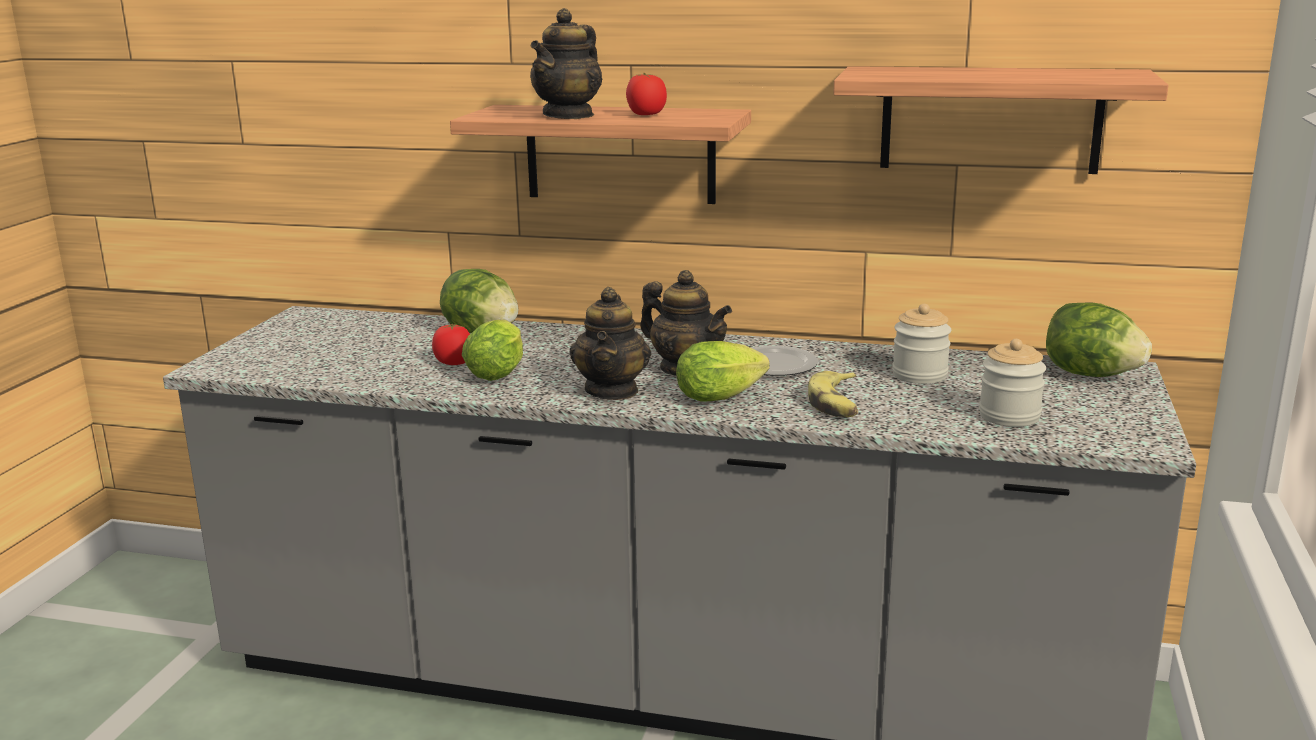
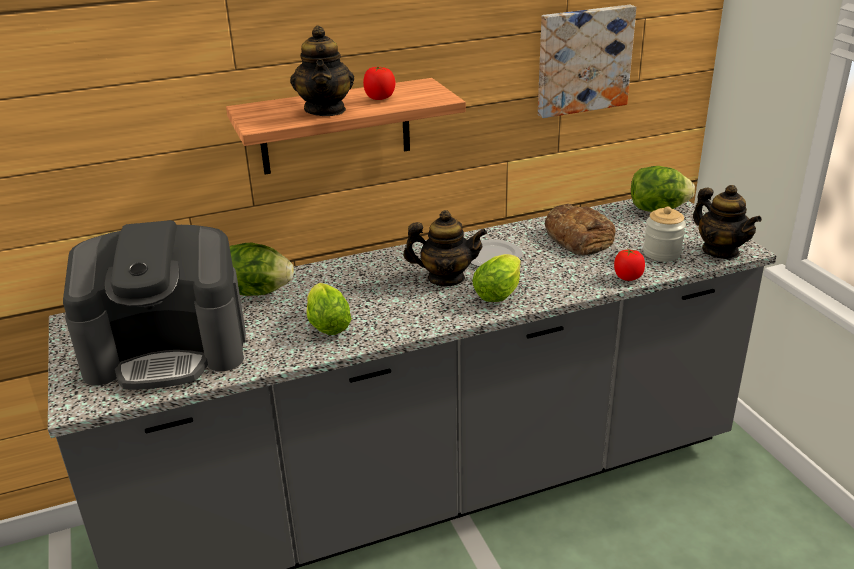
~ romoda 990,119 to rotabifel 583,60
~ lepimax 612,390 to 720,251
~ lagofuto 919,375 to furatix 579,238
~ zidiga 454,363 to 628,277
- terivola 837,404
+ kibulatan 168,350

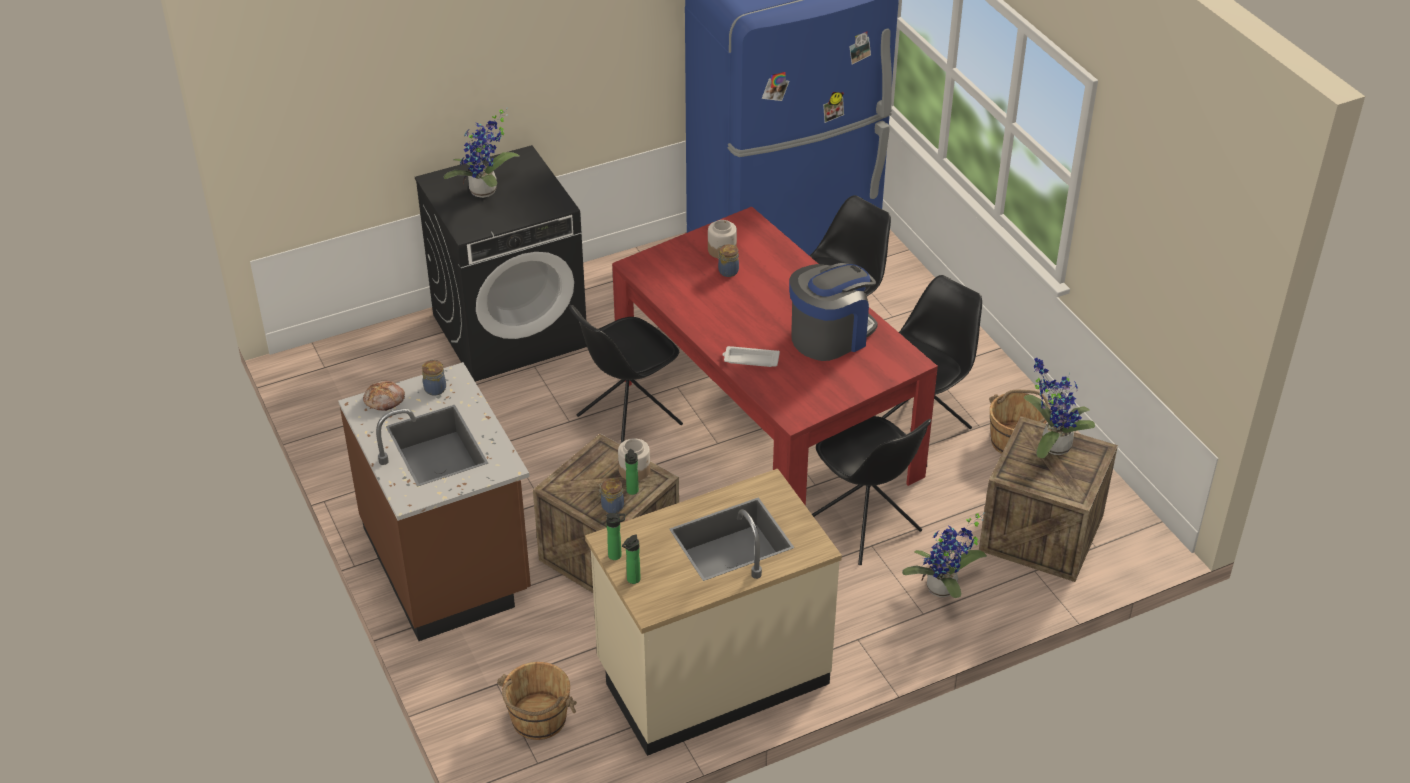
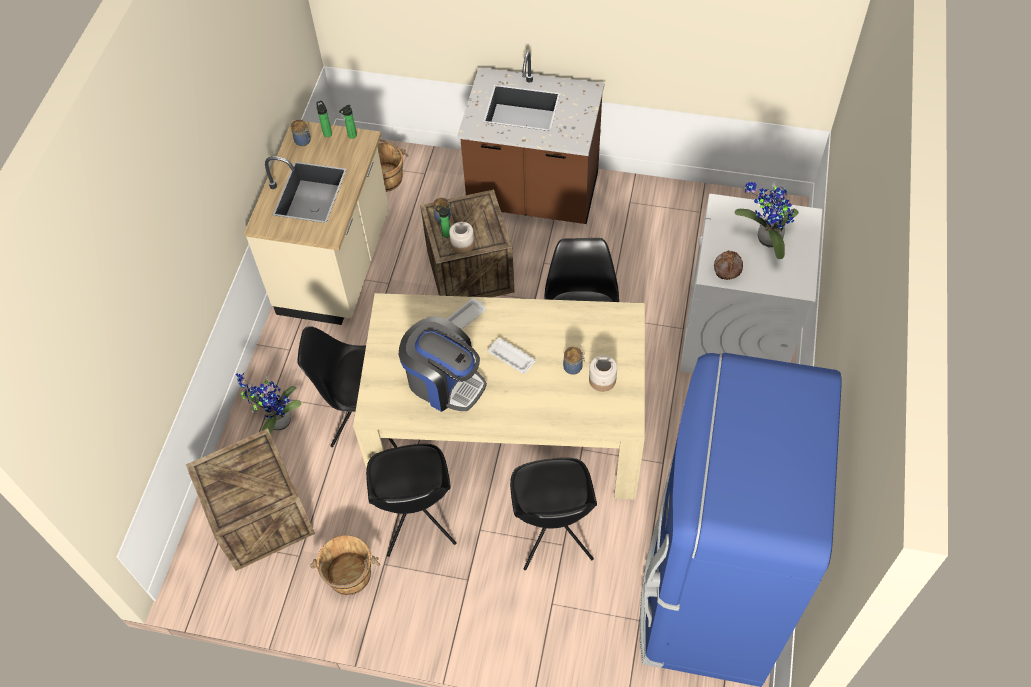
~ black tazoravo 510,330 to white tazoravo 736,336
~ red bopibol 765,423 to beige bopibol 508,427
~ kibulatan 830,335 = 444,382 60 degrees counterclockwise
- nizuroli 1052,445
~ lagofuto 435,388 to 303,141
~ furatix 385,400 to 727,268
+ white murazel 510,357

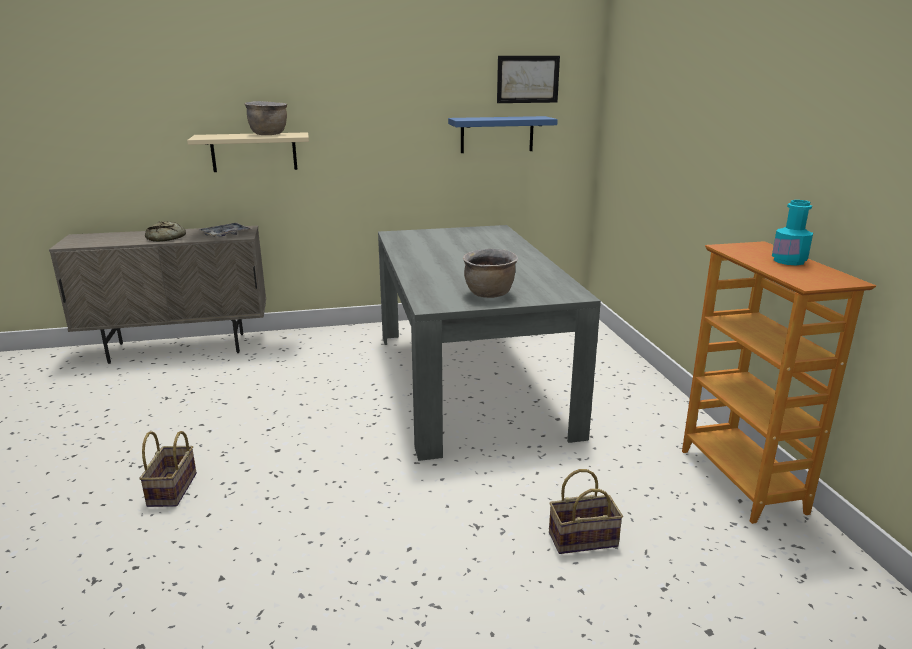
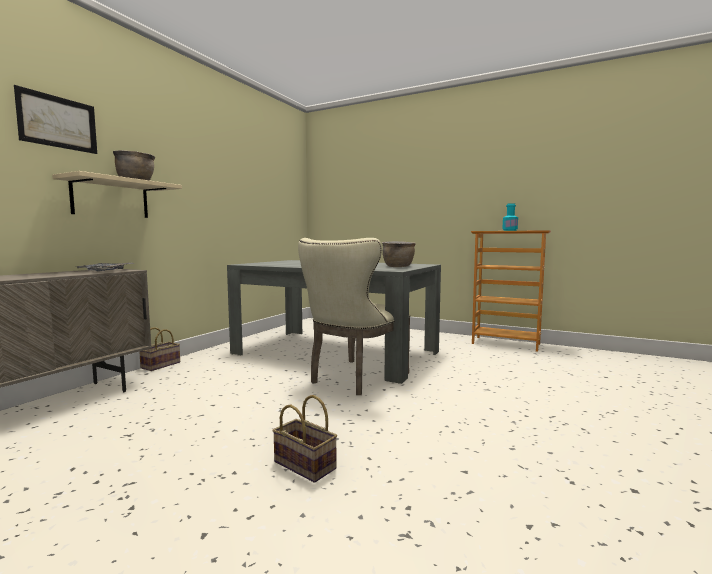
~ rotabifel 528,79 to 58,122
- blue romoda 497,134
- furatix 167,238
~ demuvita 584,538 to 161,365
+ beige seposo 354,379

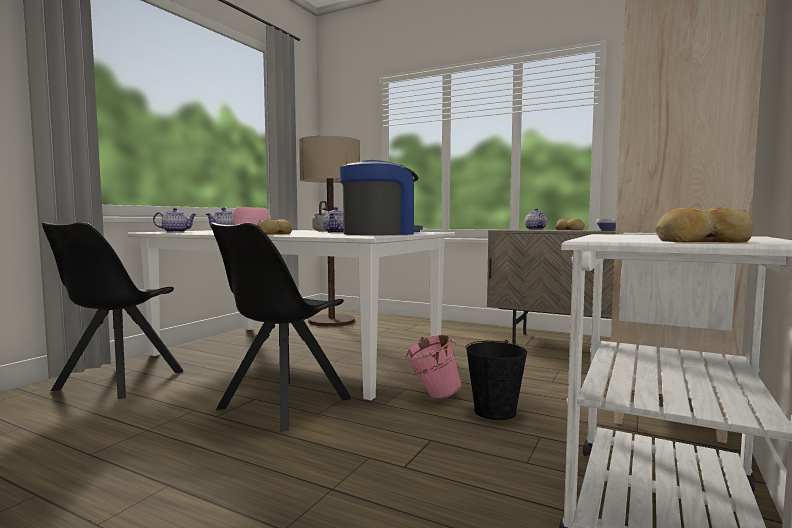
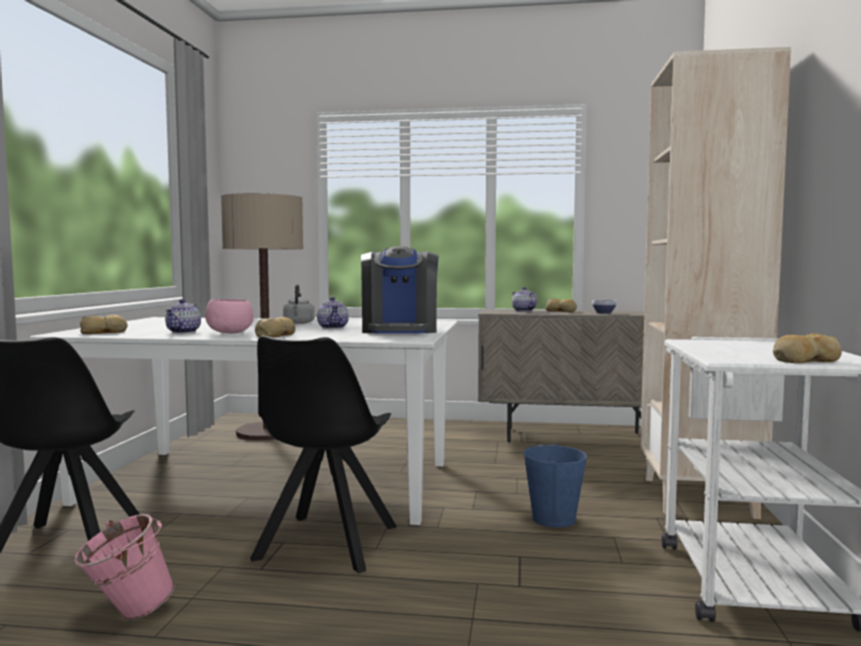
~ kibulatan 380,234 = 400,330 150 degrees clockwise
~ lepimax 176,232 to furatix 104,332
~ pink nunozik 432,396 to 126,614
~ black nunozik 495,411 to blue nunozik 554,518

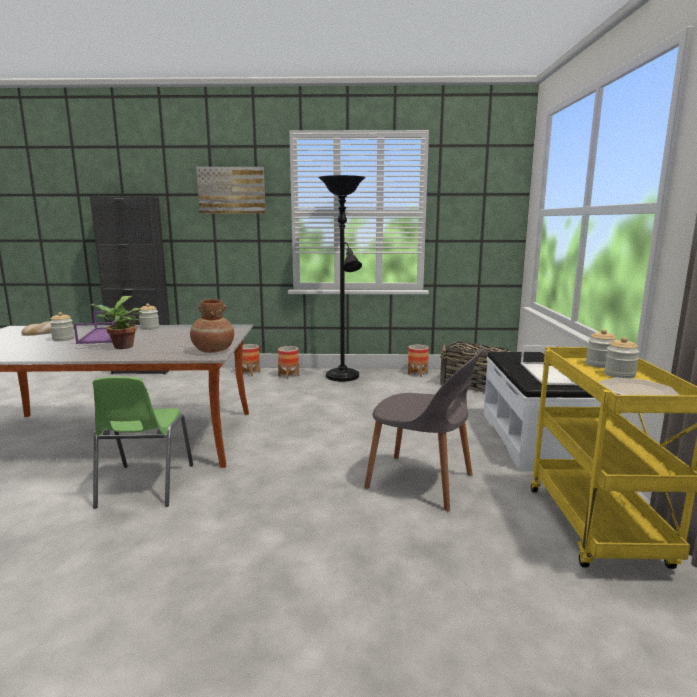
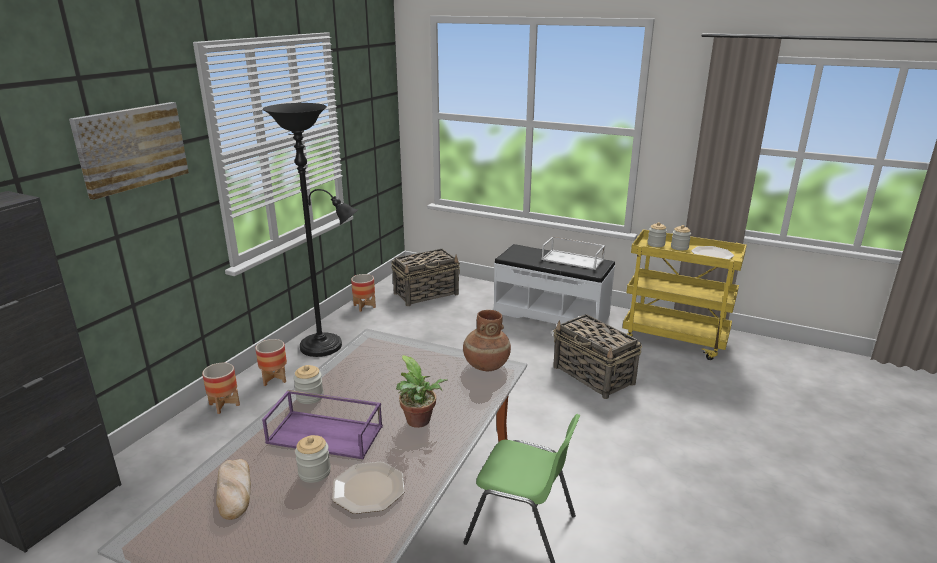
~ grey seposo 423,482 to demuvita 594,376
+ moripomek 369,488

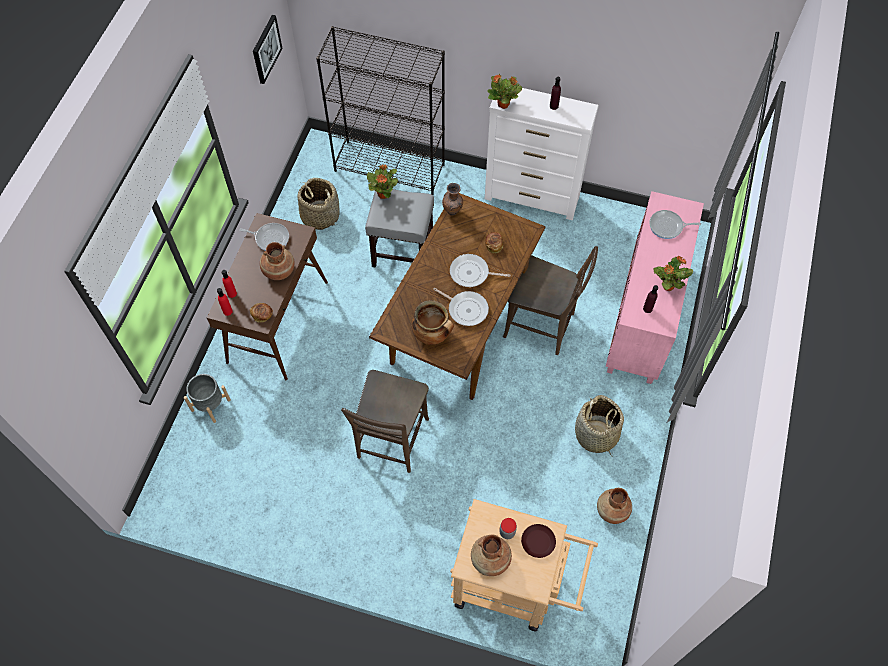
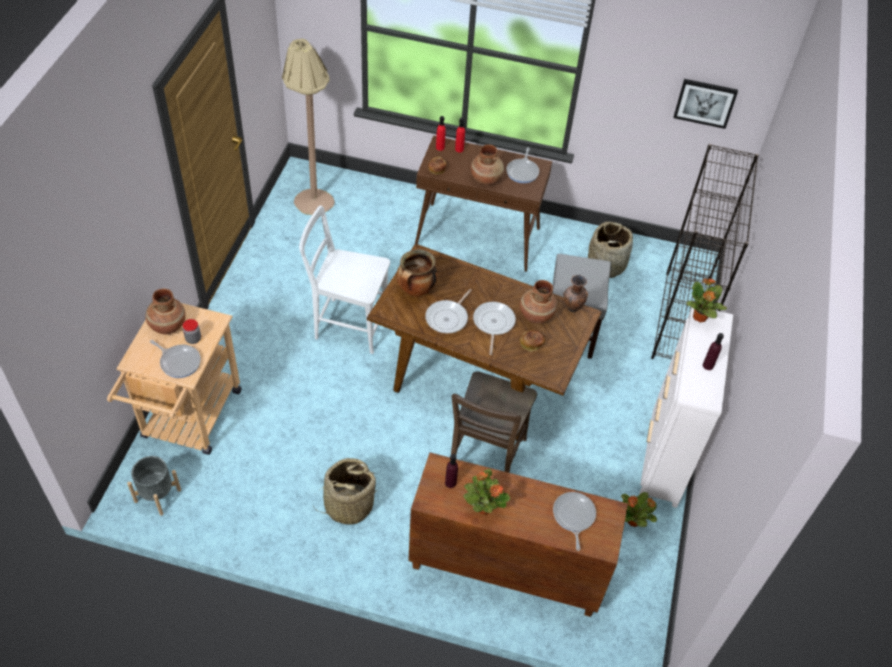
~ nizuroli 383,194 to 634,521
~ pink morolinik 643,317 to brown morolinik 505,568
~ brown seposo 391,442 to white seposo 347,324
~ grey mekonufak 210,405 to 157,495
~ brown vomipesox 612,511 to 536,315
~ brown moripomek 537,542 to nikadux 179,362
+ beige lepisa 314,195

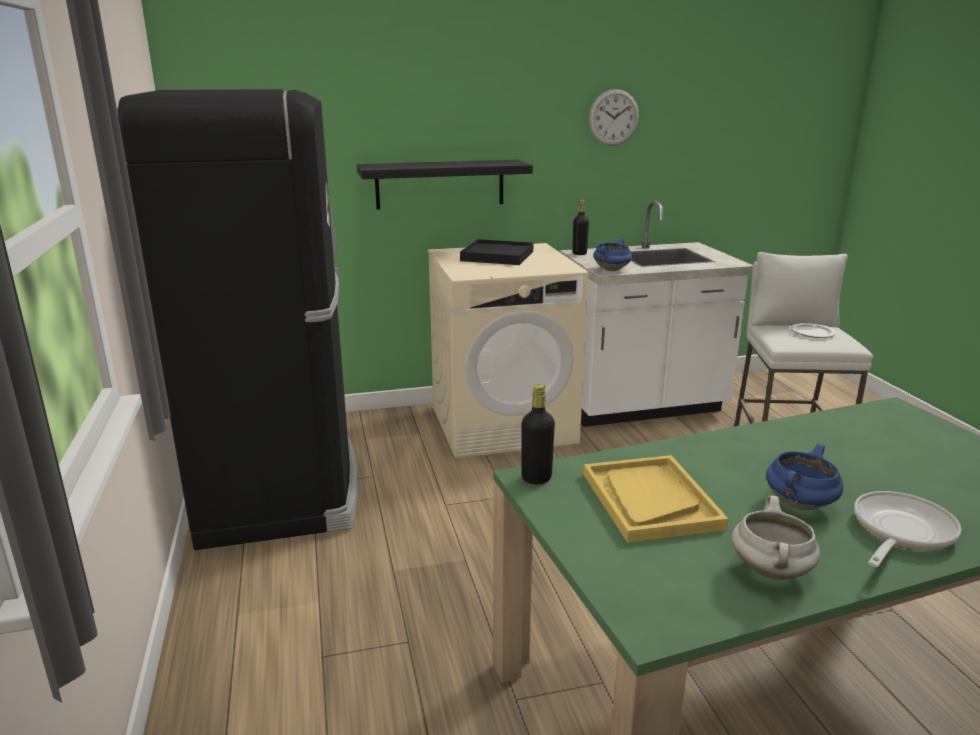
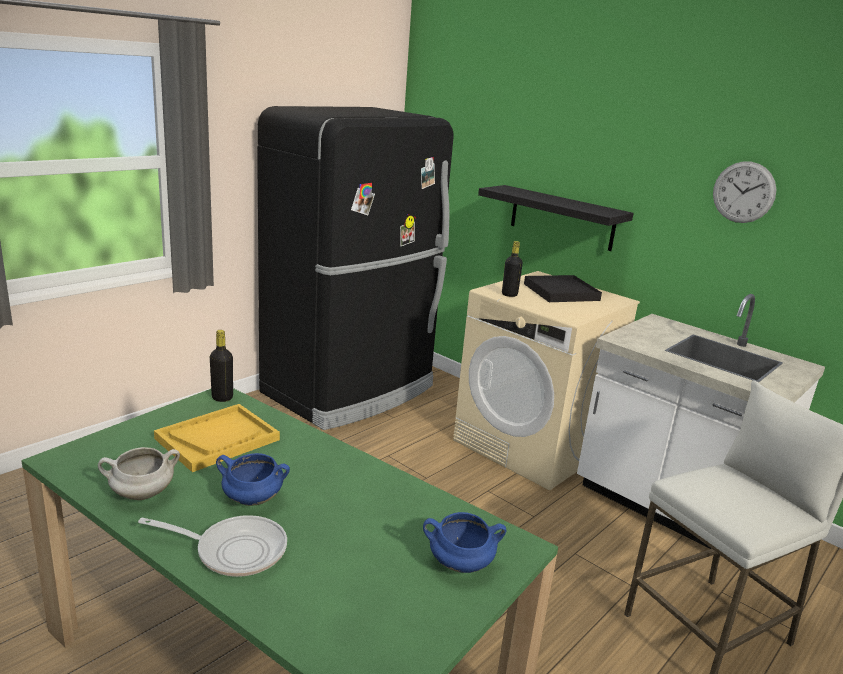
~ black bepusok 579,253 to 509,295
~ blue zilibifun 611,270 to 459,564
- moripomek 813,333

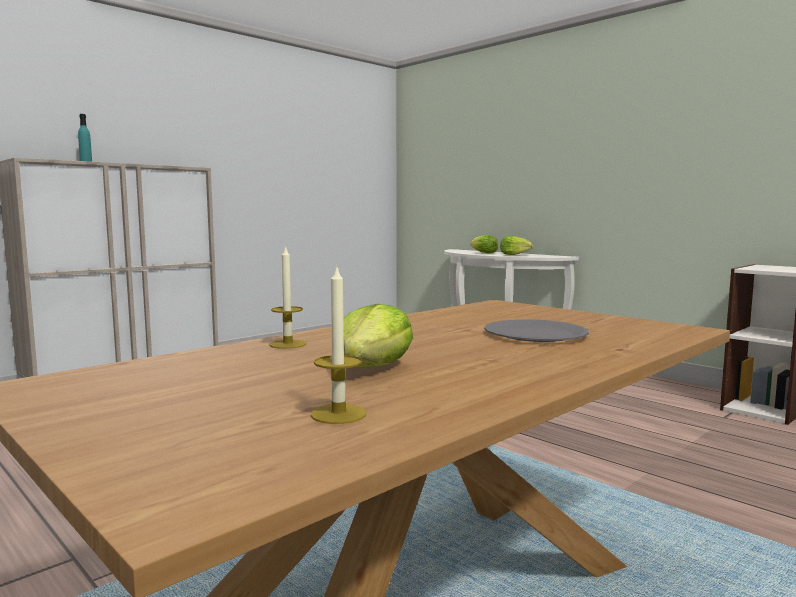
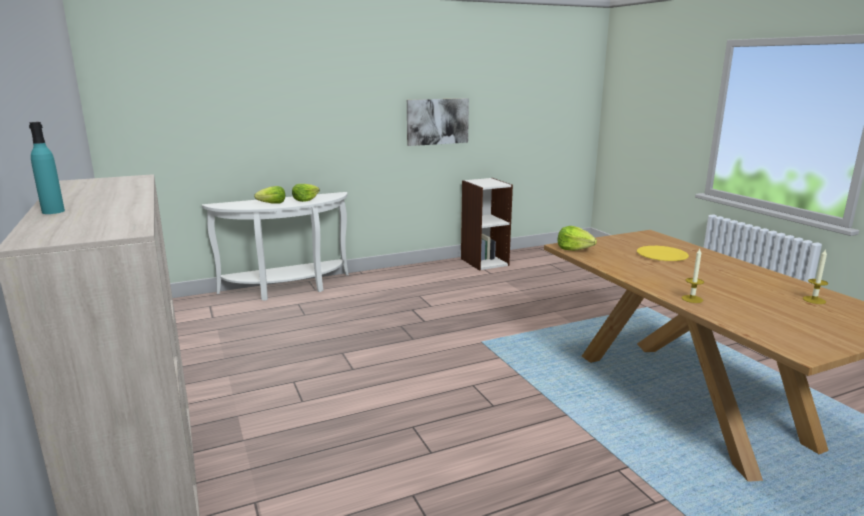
~ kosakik 372,368 to 574,249
~ grey moripomek 535,334 to yellow moripomek 662,255
+ rotabifel 437,121

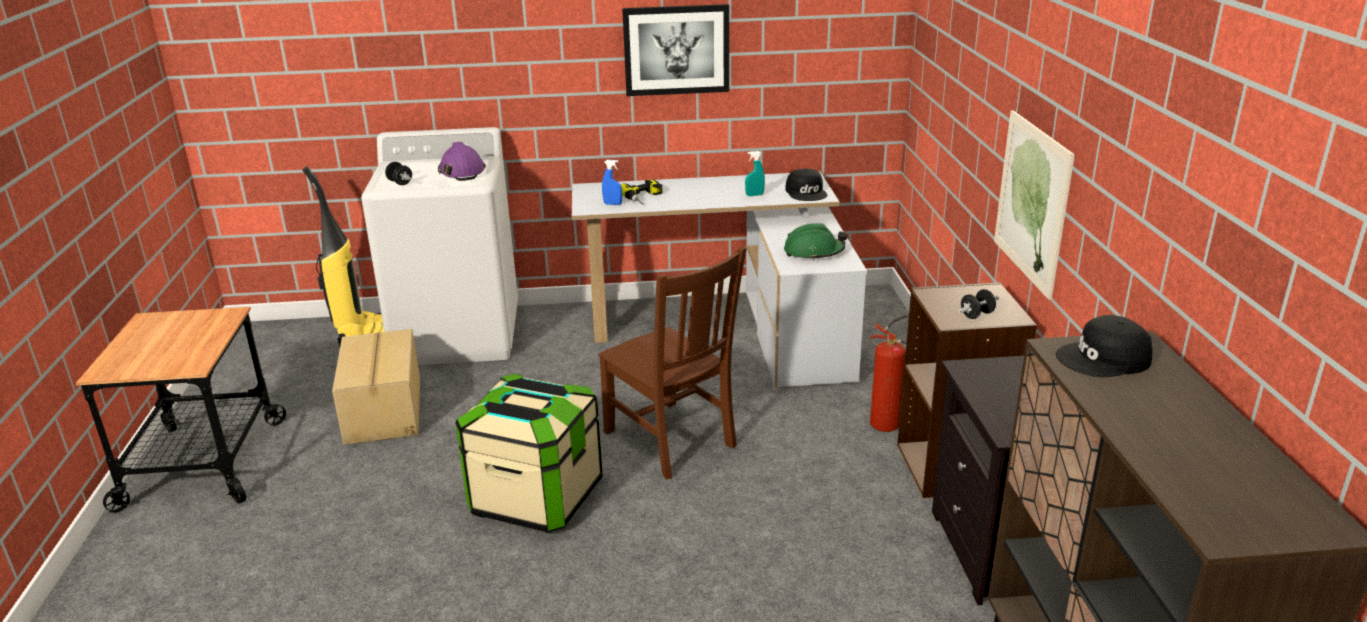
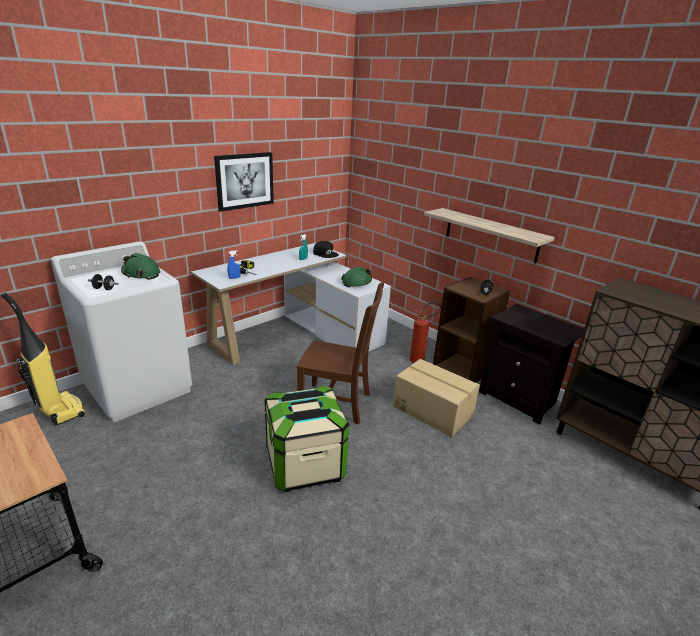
~ rotabifel 1032,202 to romoda 491,235
~ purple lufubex 461,172 to green lufubex 141,274
- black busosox 1104,359
~ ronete 385,410 to 433,410

